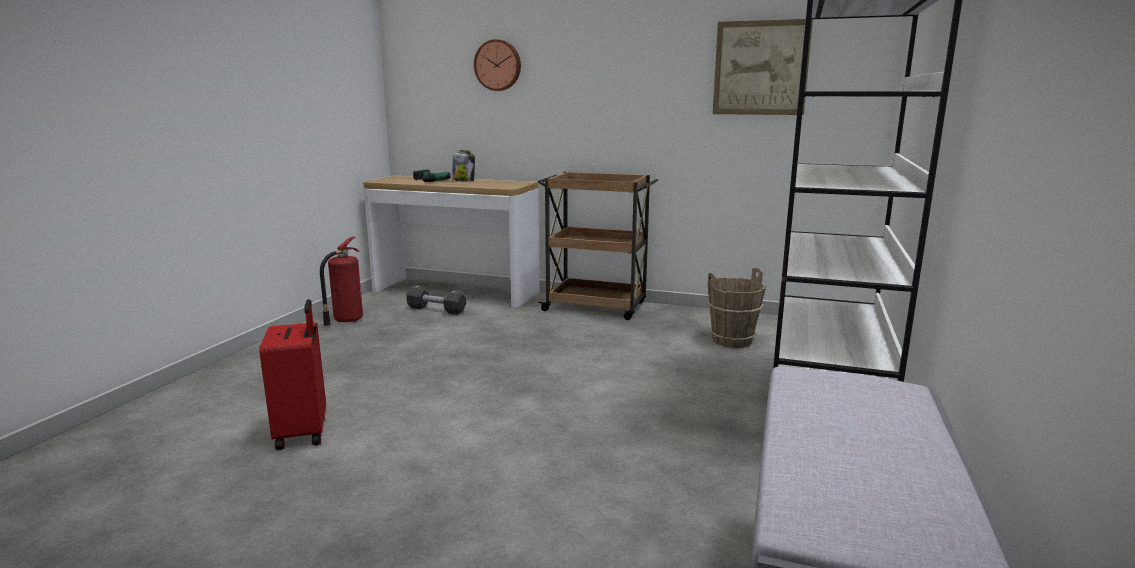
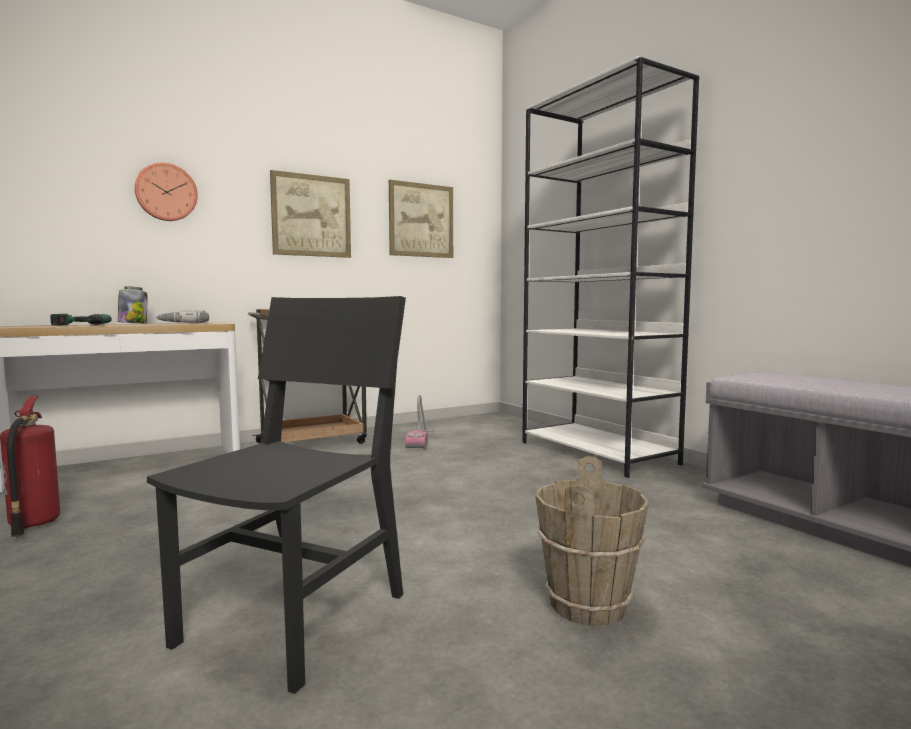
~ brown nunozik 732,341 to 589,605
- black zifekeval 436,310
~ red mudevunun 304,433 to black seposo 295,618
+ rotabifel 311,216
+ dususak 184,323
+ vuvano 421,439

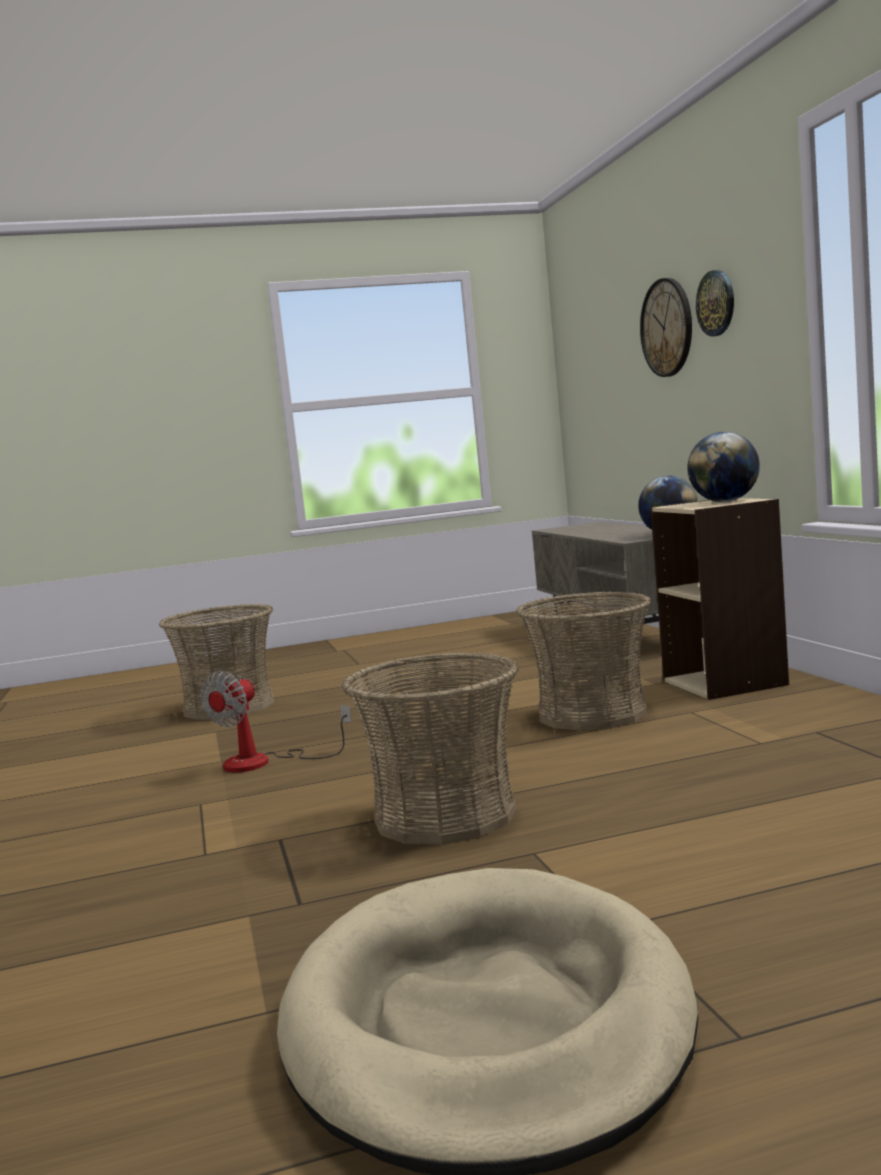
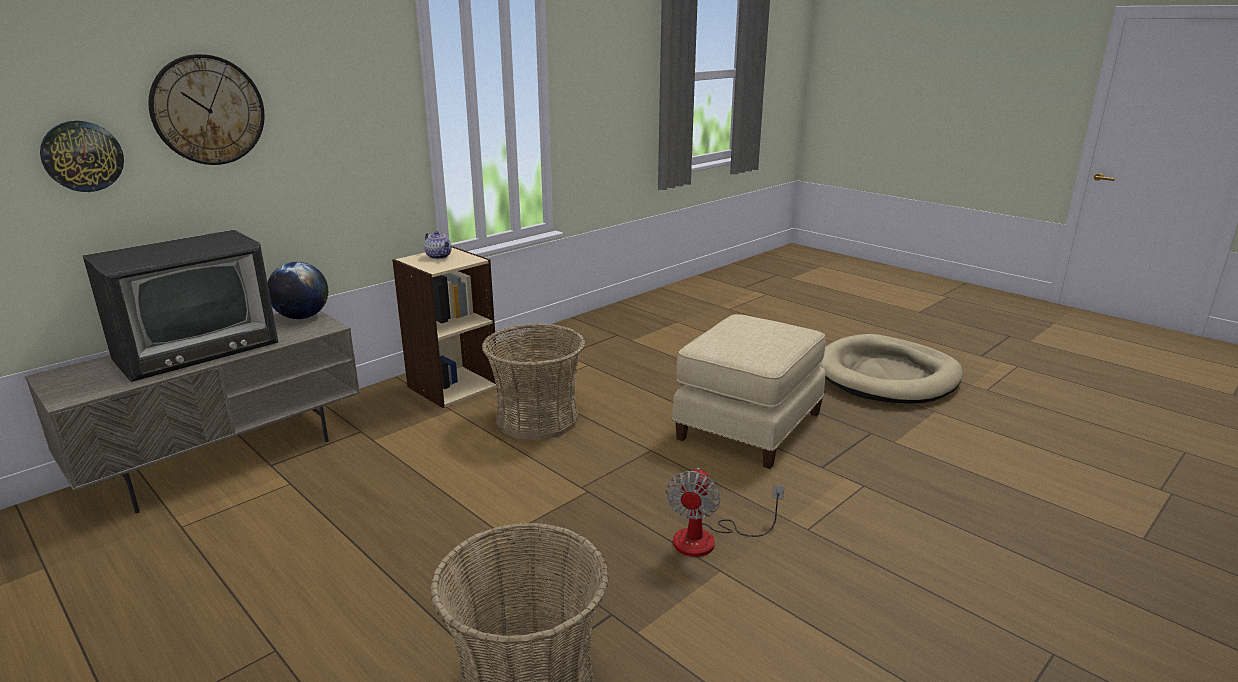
~ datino 716,303 to 82,156
~ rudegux 725,501 to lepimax 439,256
~ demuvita 445,815 to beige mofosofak 747,425
~ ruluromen 264,762 = 708,539 105 degrees clockwise
+ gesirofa 197,348

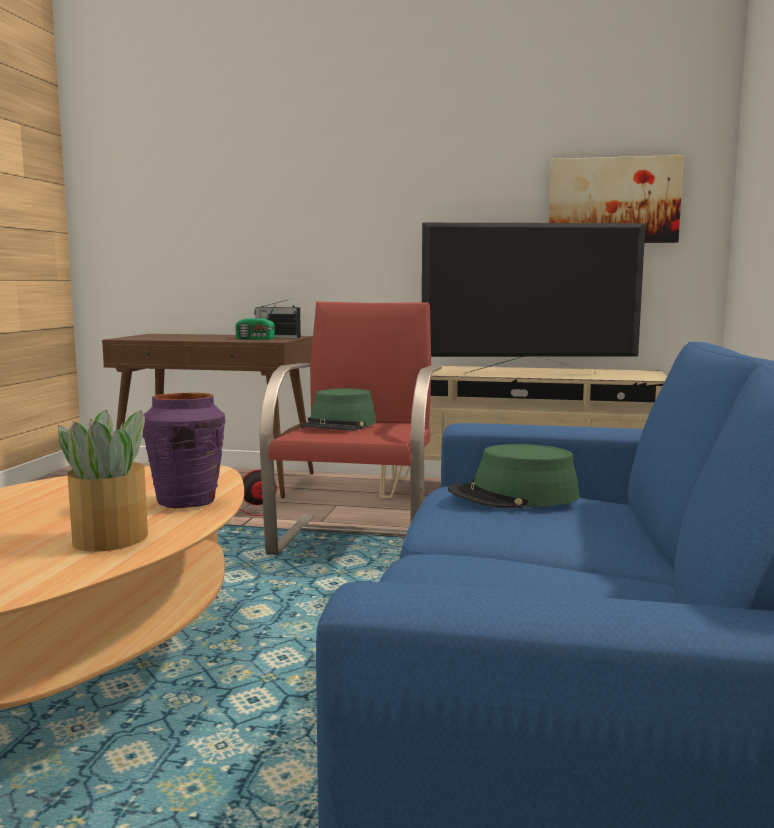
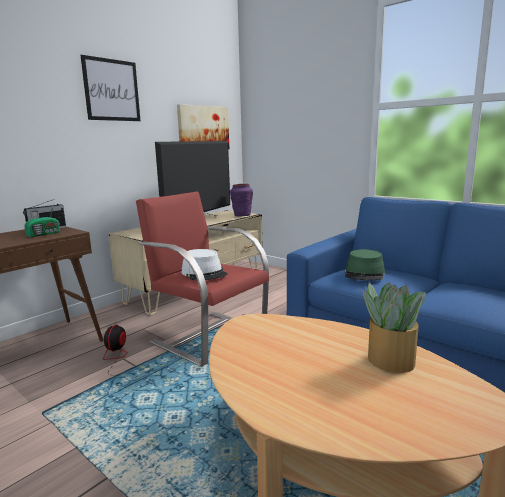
~ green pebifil 339,425 to white pebifil 204,273
~ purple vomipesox 187,502 to 242,215
+ rotabifel 112,90

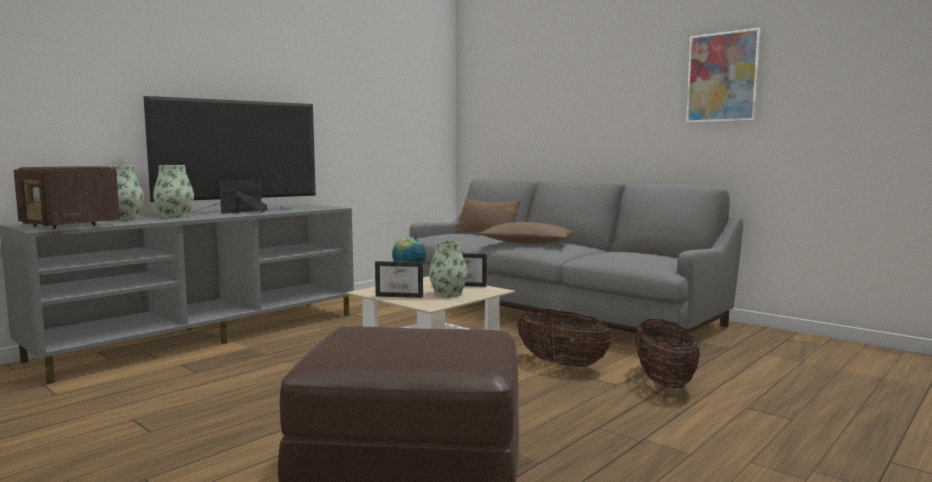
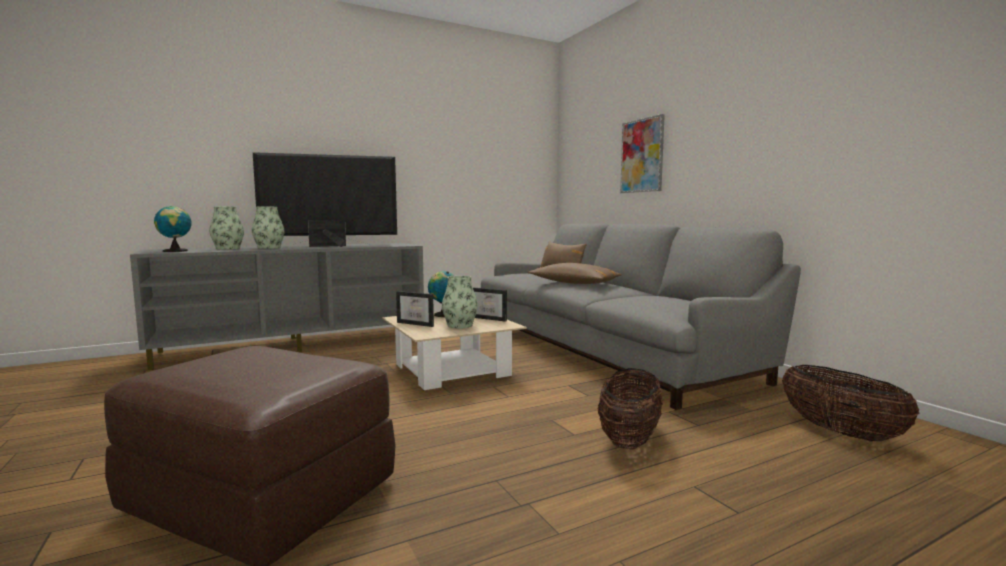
~ rotabifel 722,77 to 642,156
~ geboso 70,226 to rudegux 175,251
~ demuvita 561,364 to 840,433

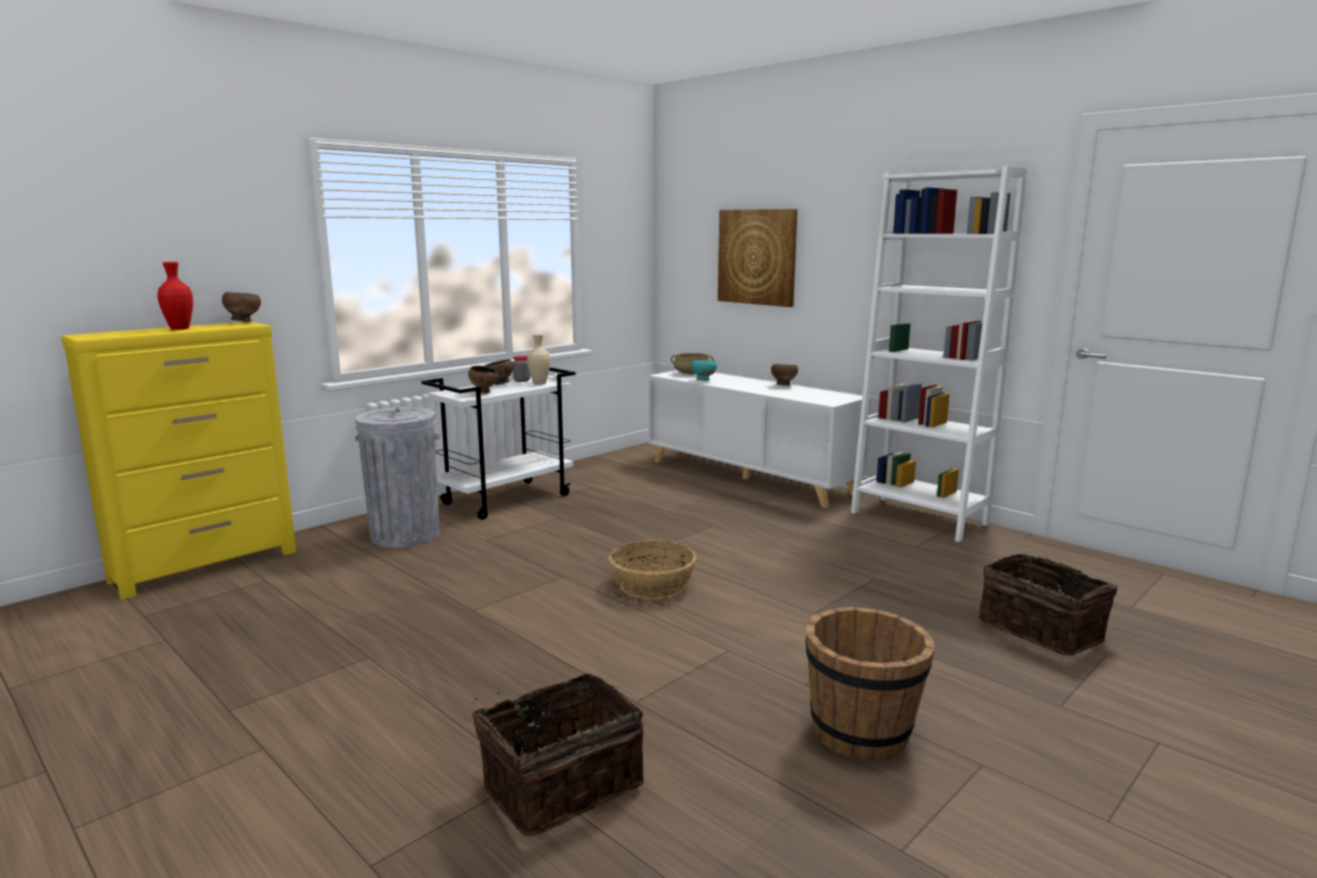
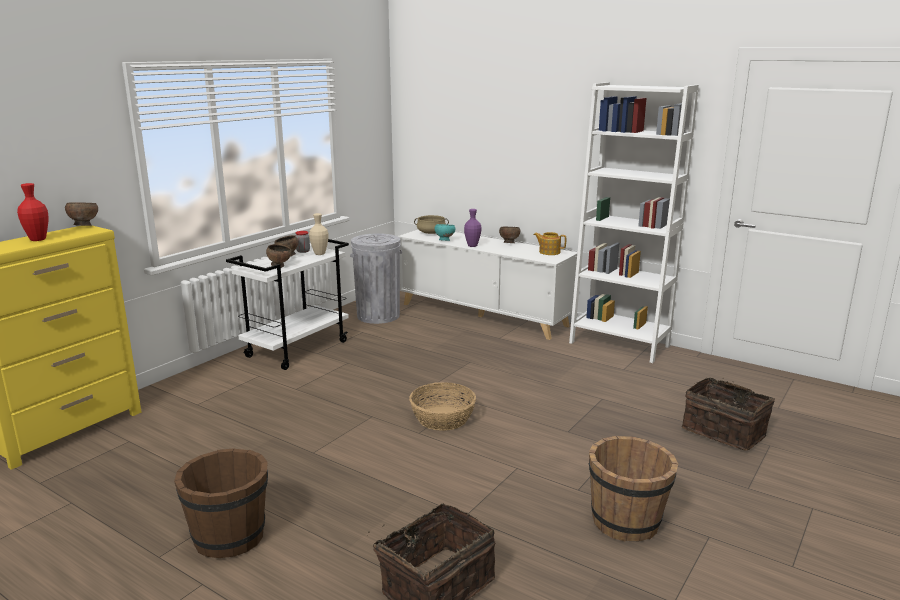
- rotabifel 757,257
~ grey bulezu 405,535 to 378,316
+ purple vomipesox 472,246
+ lepimax 549,252
+ brown nunozik 229,536

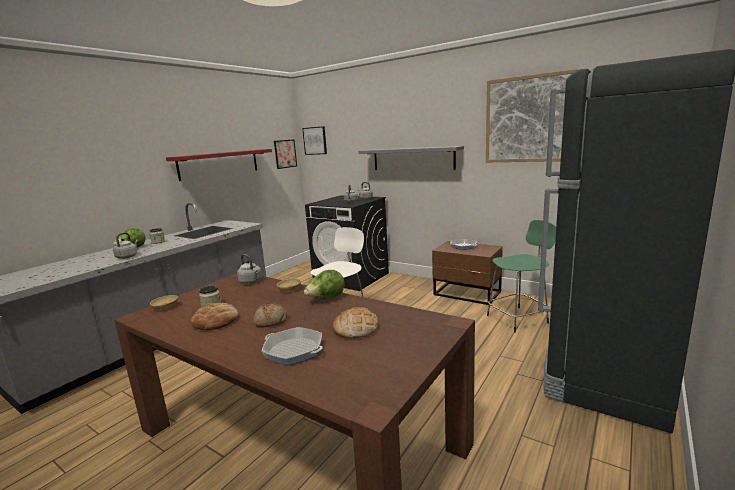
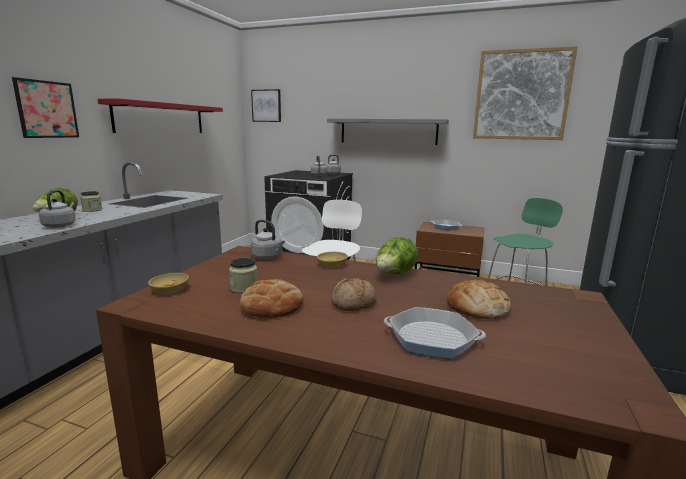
~ rotabifel 285,154 to 47,109

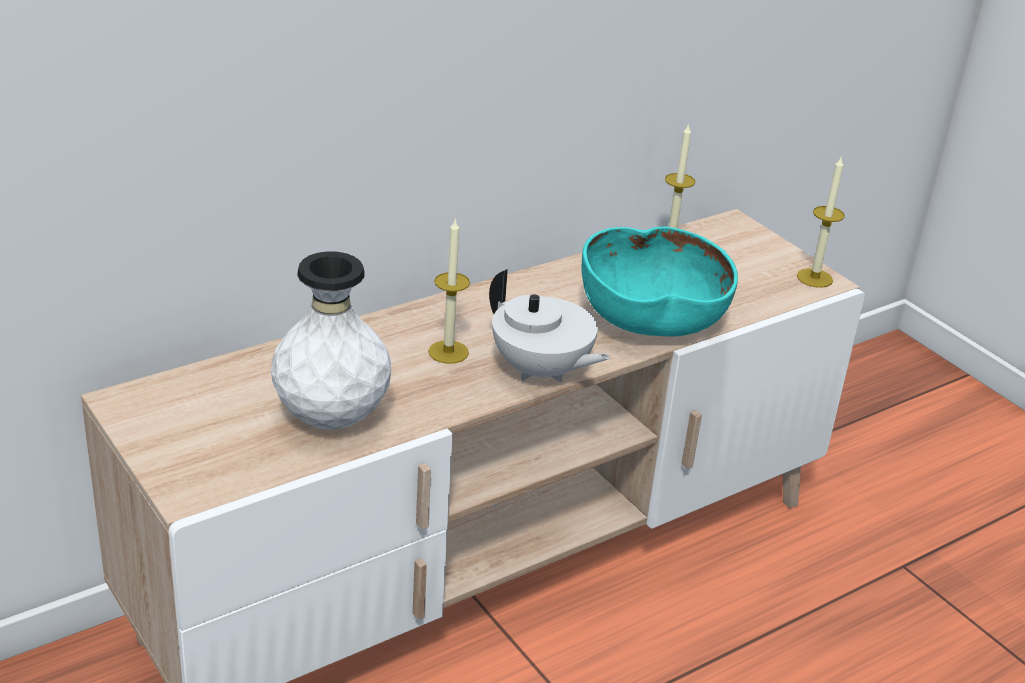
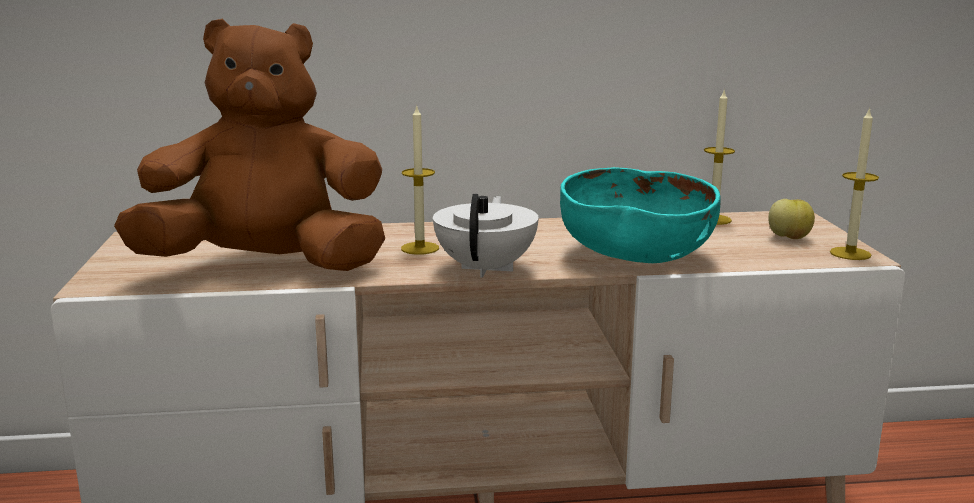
~ white vomipesox 332,419 to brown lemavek 267,267
~ white lepimax 541,371 = 487,268 150 degrees counterclockwise
+ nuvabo 789,238

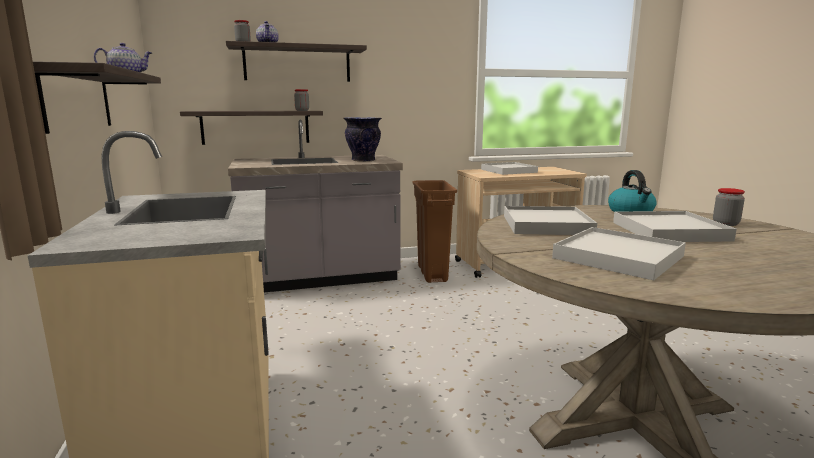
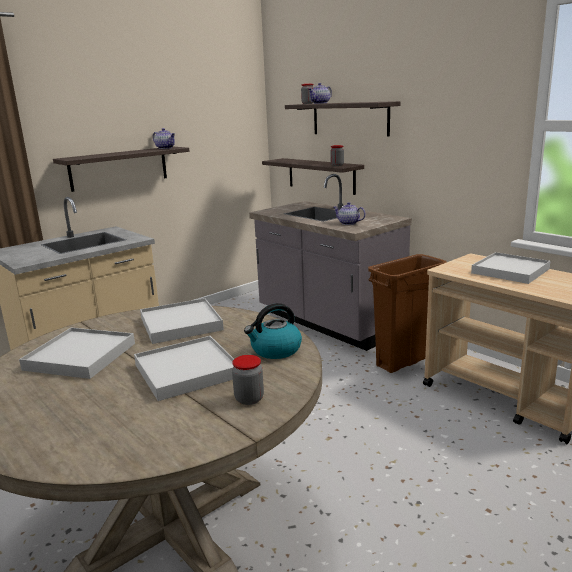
~ vomipesox 363,160 to lepimax 348,223

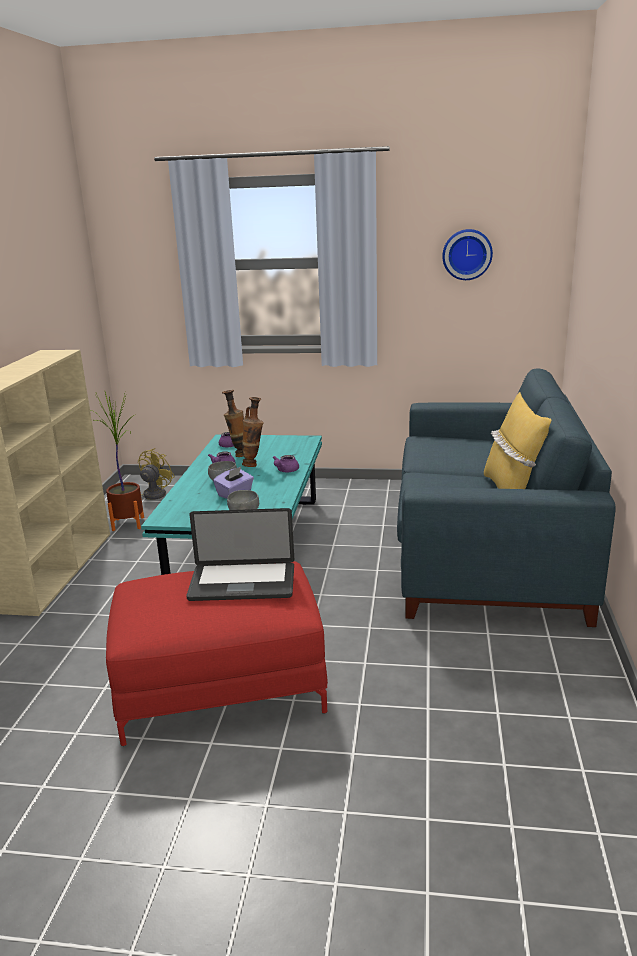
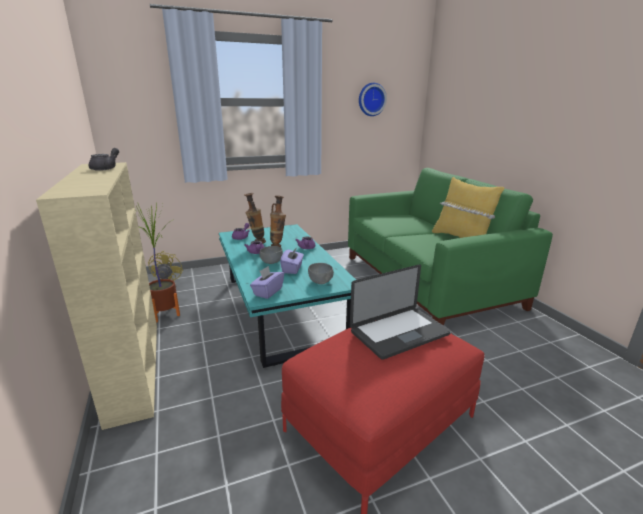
~ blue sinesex 486,550 to green sinesex 426,281
+ grey lepimax 106,168
+ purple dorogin 267,292

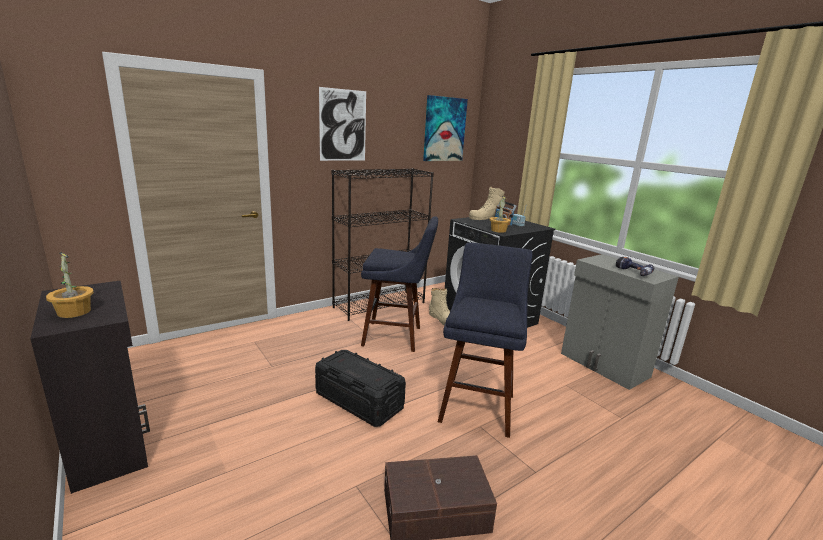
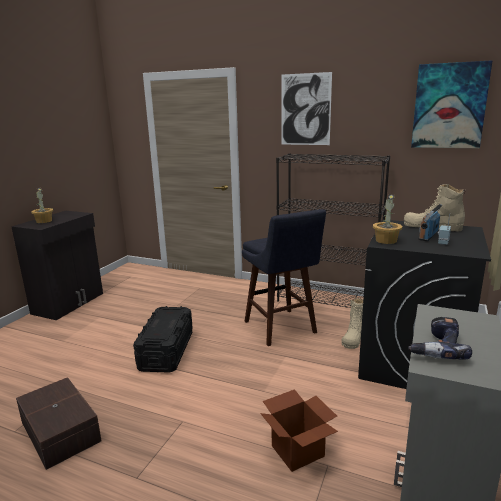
- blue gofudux 478,404
+ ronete 297,451

